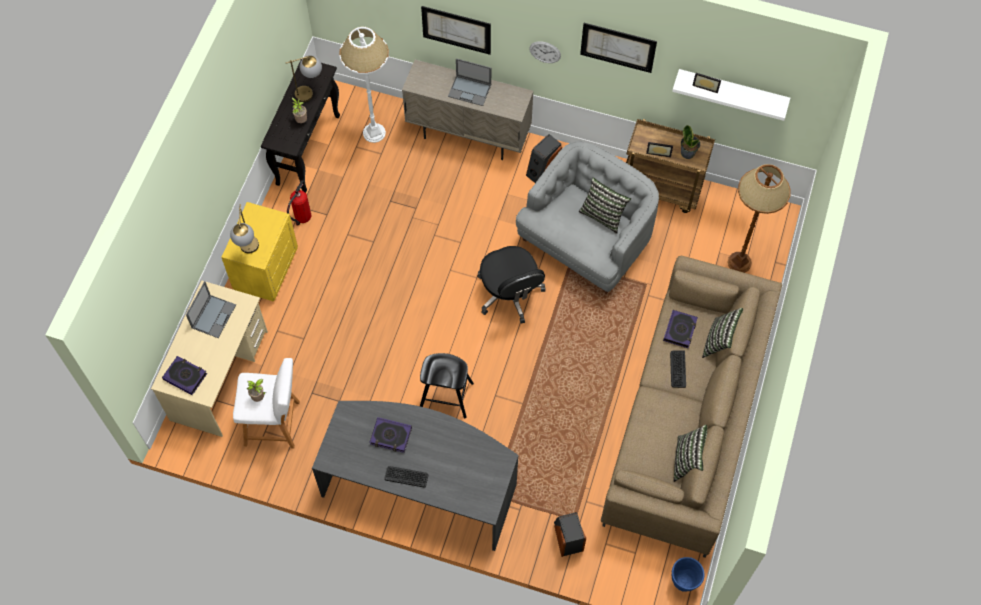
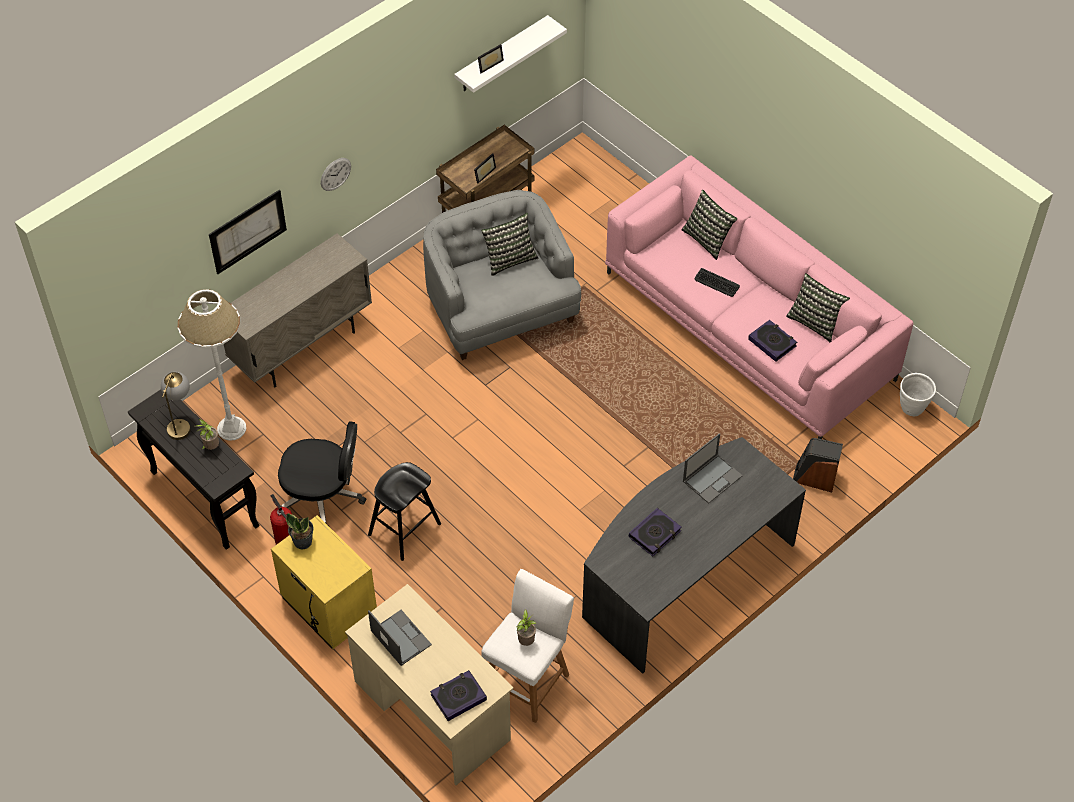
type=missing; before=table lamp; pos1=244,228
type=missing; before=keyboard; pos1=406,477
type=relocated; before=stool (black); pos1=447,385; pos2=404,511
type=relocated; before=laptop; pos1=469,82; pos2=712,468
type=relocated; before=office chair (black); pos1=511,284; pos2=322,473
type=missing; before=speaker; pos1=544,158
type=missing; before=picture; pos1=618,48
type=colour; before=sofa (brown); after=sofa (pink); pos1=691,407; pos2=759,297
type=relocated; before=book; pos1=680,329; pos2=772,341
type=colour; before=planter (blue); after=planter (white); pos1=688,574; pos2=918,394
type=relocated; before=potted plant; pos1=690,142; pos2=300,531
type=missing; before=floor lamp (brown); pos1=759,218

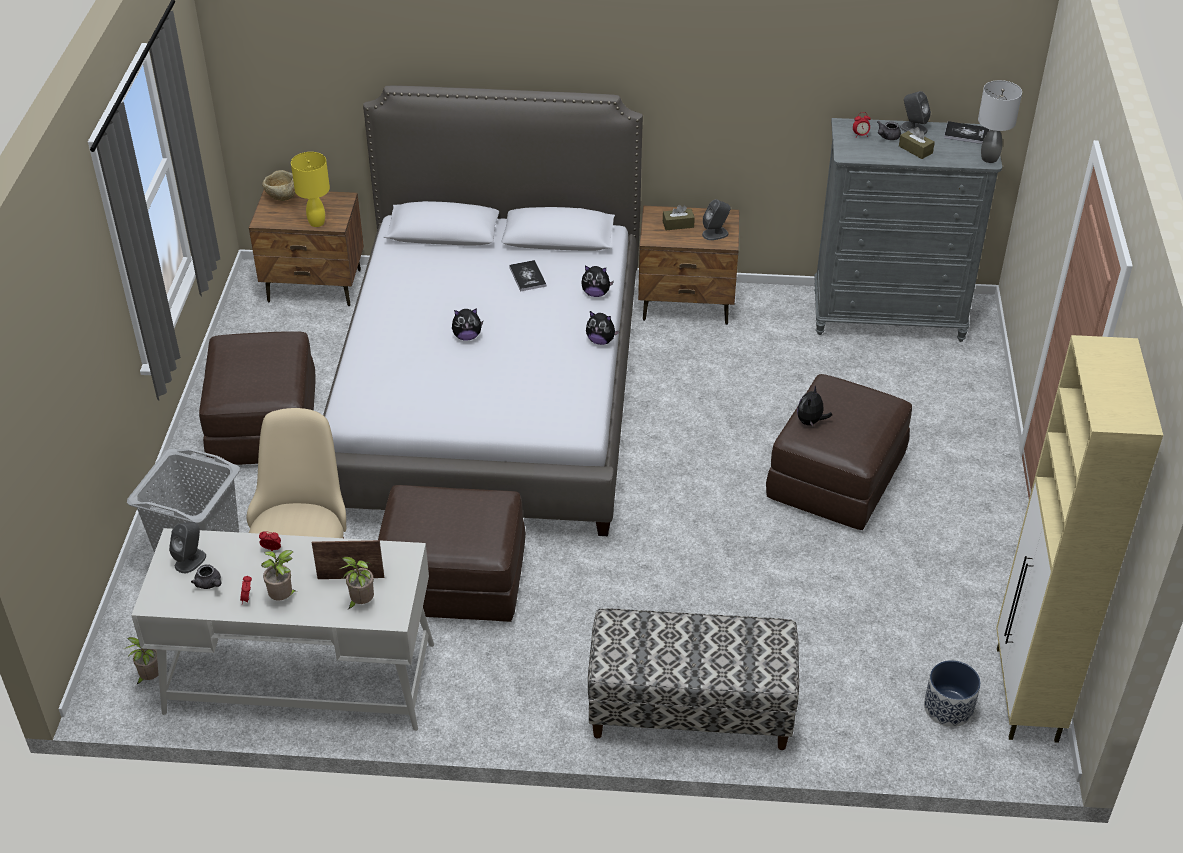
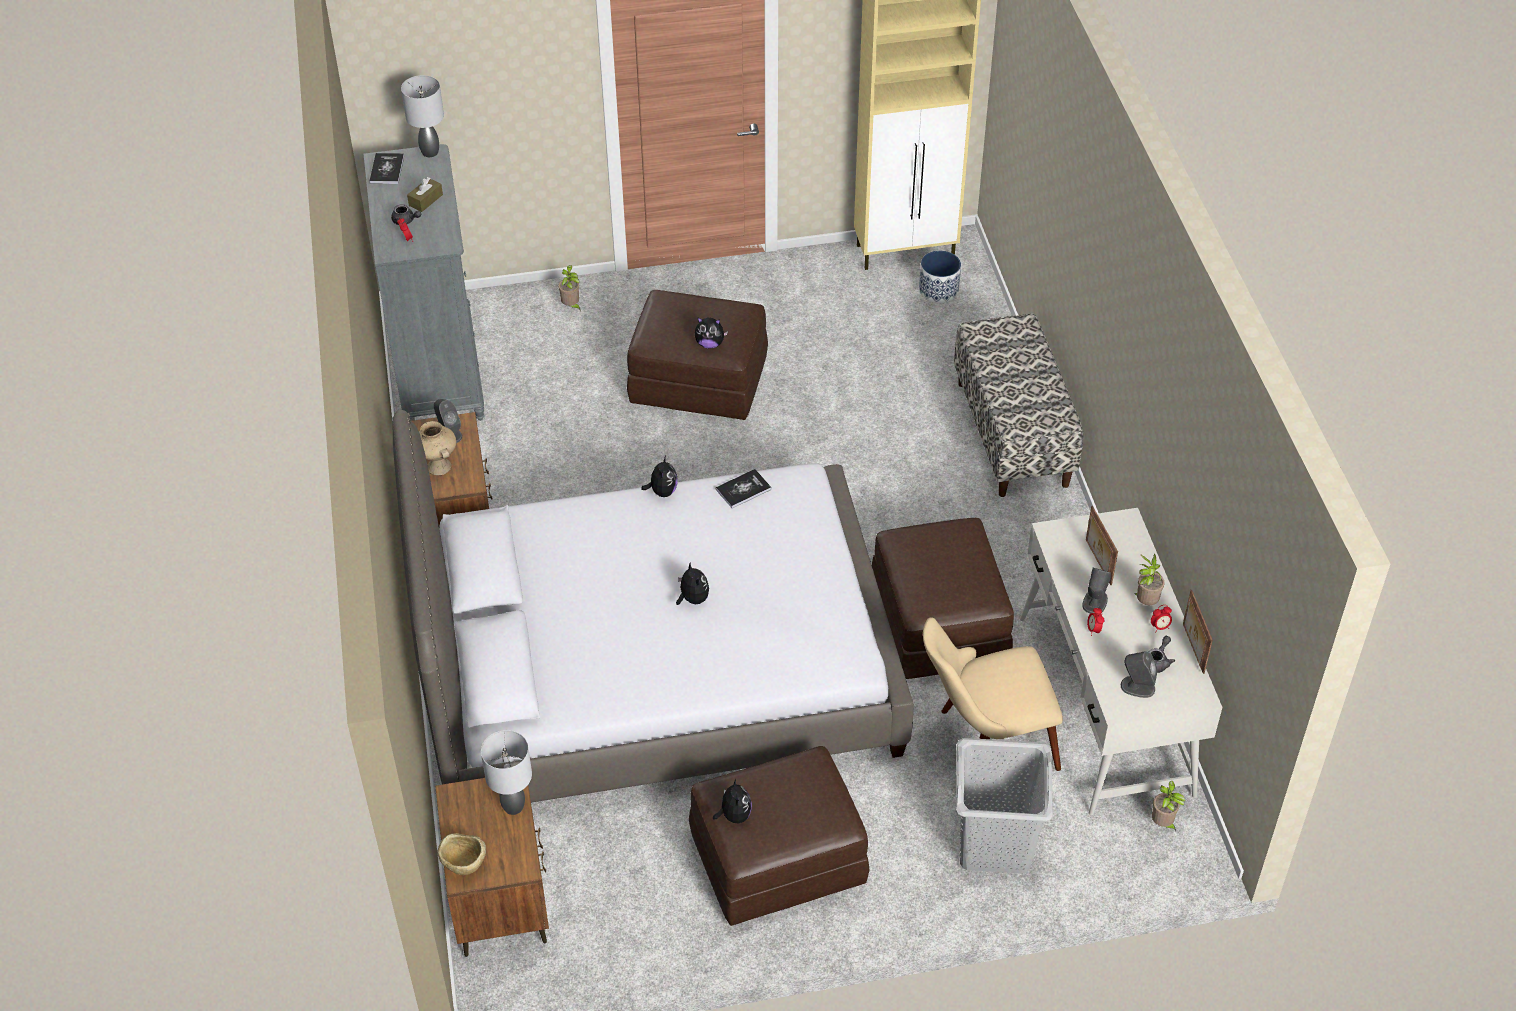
type=colour; before=table lamp (yellow); after=table lamp (grey); pos1=310,189; pos2=506,772
type=relocated; before=potted plant; pos1=357,583; pos2=569,287
type=relocated; before=book; pos1=528,276; pos2=743,488
type=relocated; before=plush toy; pos1=597,281; pos2=732,801
type=exchanged; before=tissue box (brown); after=vase (beige); pos1=679,217; pos2=437,448
type=relocated; before=speaker (grey); pos1=915,113; pos2=1096,591
type=appeared; after=picture frame; pos2=1198,632

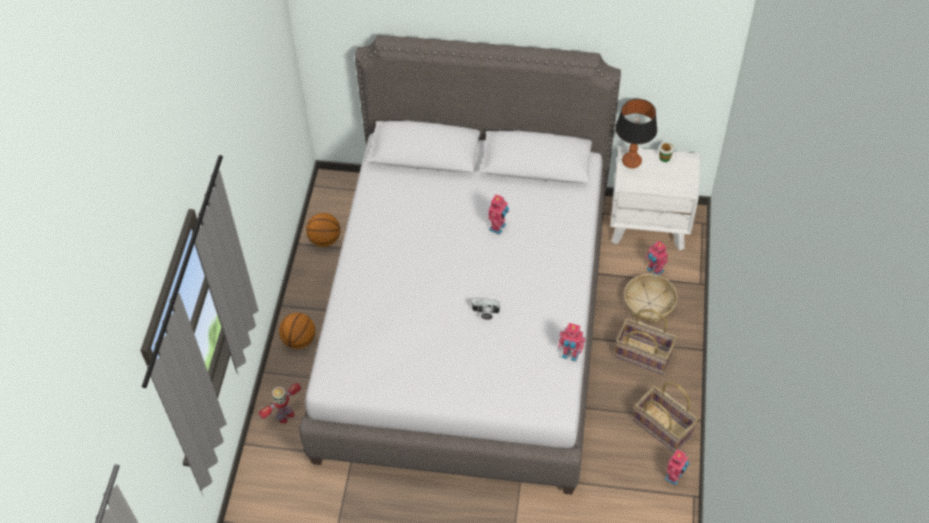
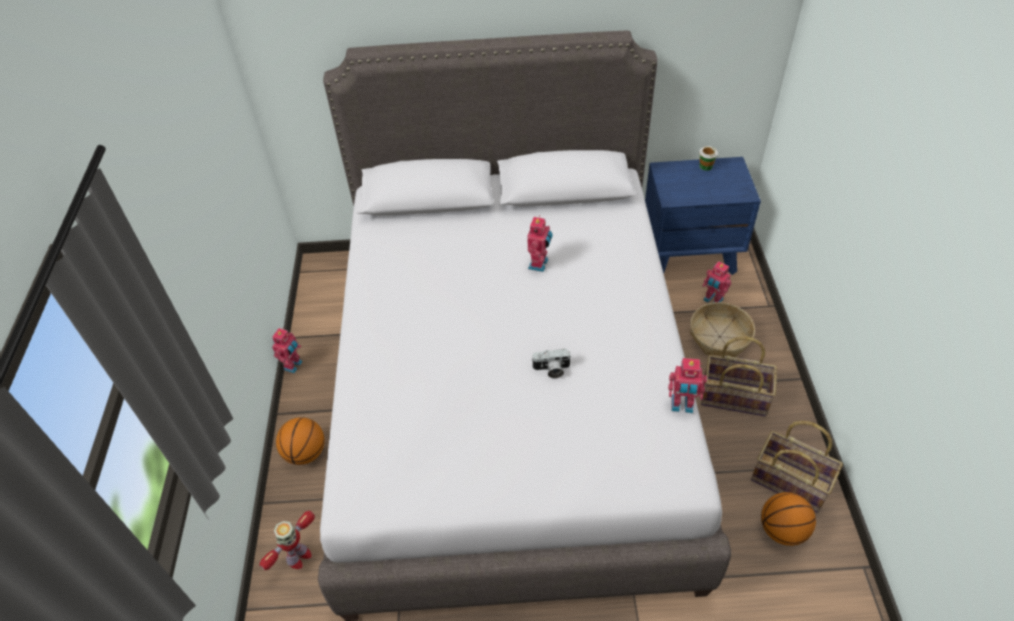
type=relocated; before=basketball; pos1=323,230; pos2=788,519
type=colour; before=nightstand (white); after=nightstand (blue); pos1=655,198; pos2=703,216
type=missing; before=table lamp; pos1=636,133
type=relocated; before=toy robot; pos1=676,467; pos2=287,350

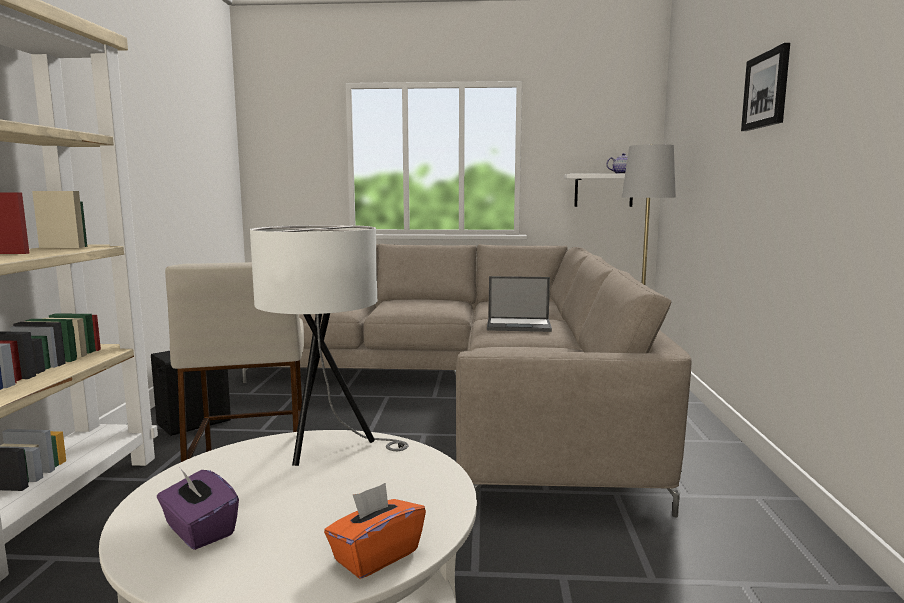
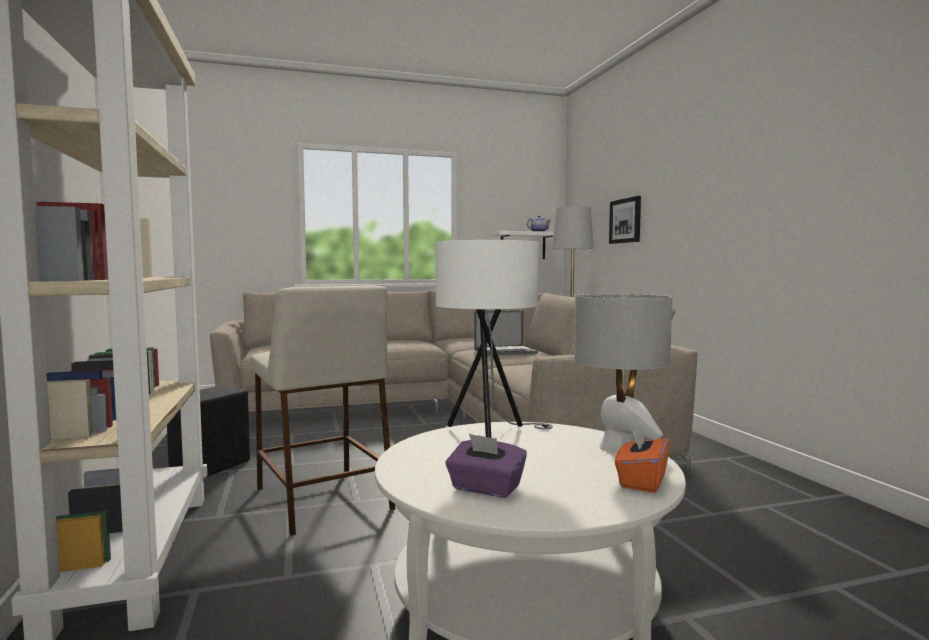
type=relocated; before=picture; pos1=765,87; pos2=625,220
type=appeared; after=table lamp (grey); pos2=623,373

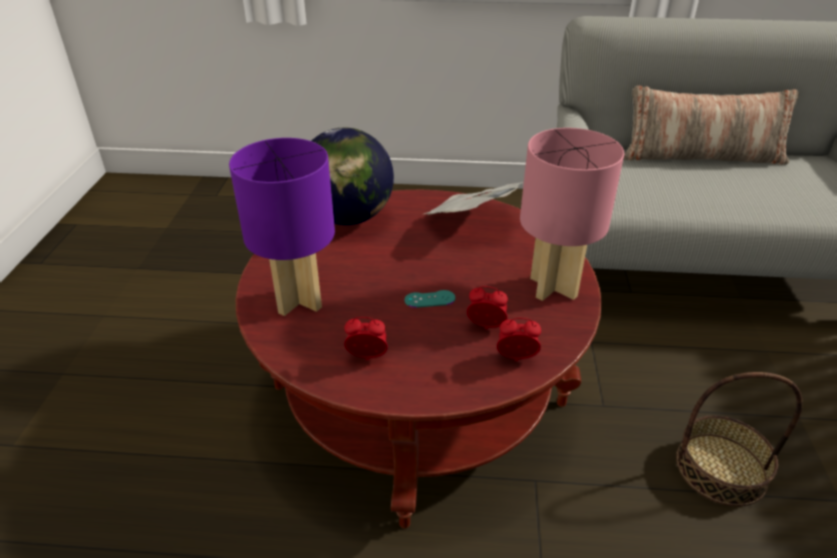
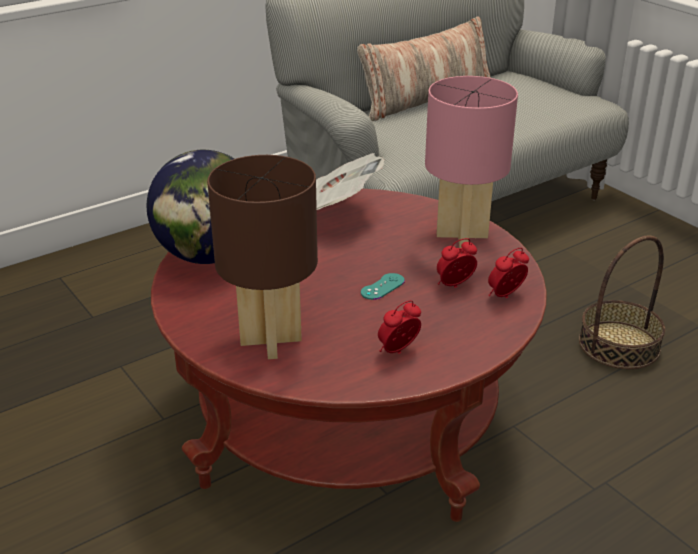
type=colour; before=table lamp (purple); after=table lamp (brown); pos1=282,227; pos2=262,257

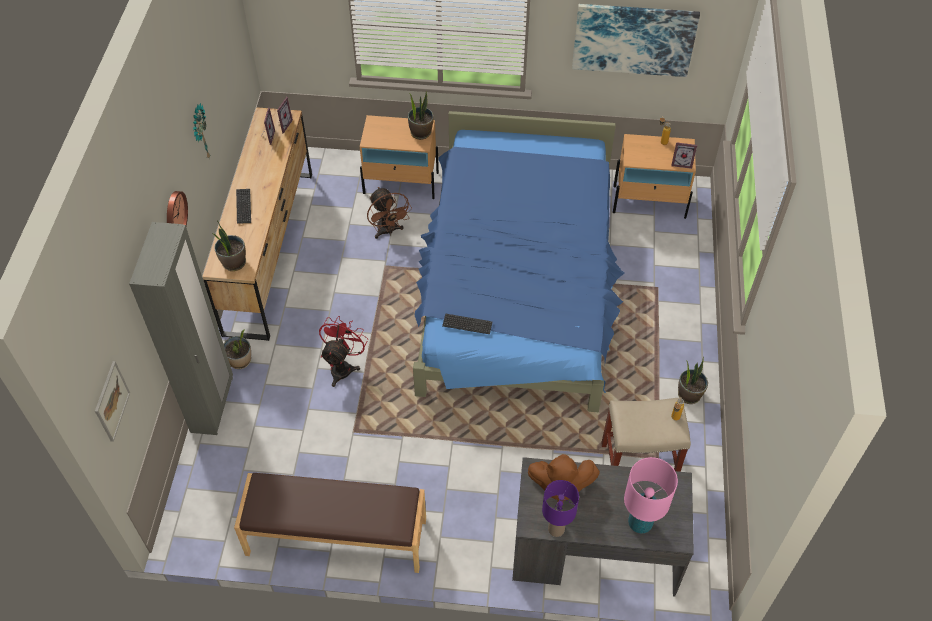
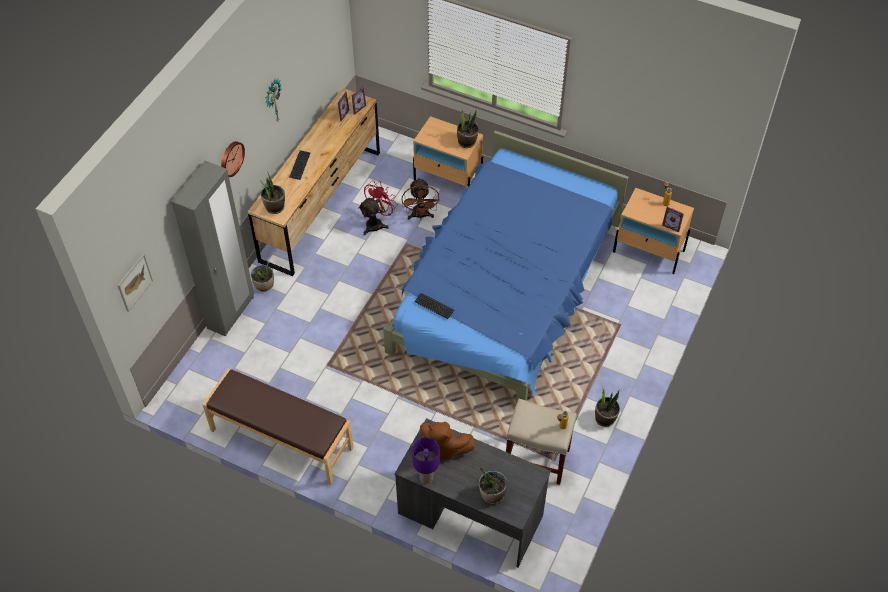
type=relocated; before=fan (red); pos1=343,351; pos2=378,208
type=missing; before=picture; pos1=636,40
type=exchanged; before=table lamp (pink); after=potted plant; pos1=651,495; pos2=493,485

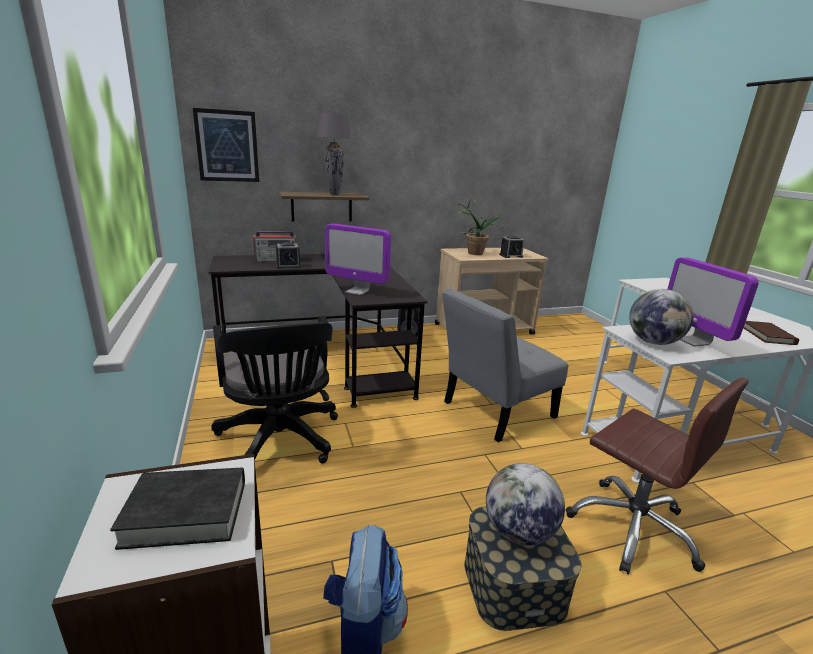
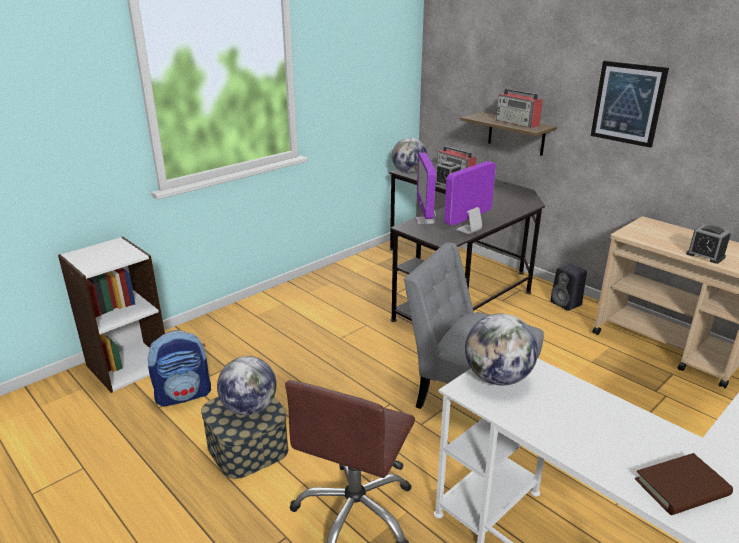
type=missing; before=book (black); pos1=177,509
type=relocated; before=picture; pos1=226,145; pos2=630,104
type=missing; before=office chair (black); pos1=274,390
type=exchanged; before=table lamp (grey); after=radio; pos1=334,154; pos2=519,108
type=missing; before=potted plant; pos1=480,227
type=relocated; before=monitor; pos1=713,302; pos2=470,197
type=appeared; after=globe; pos2=409,156

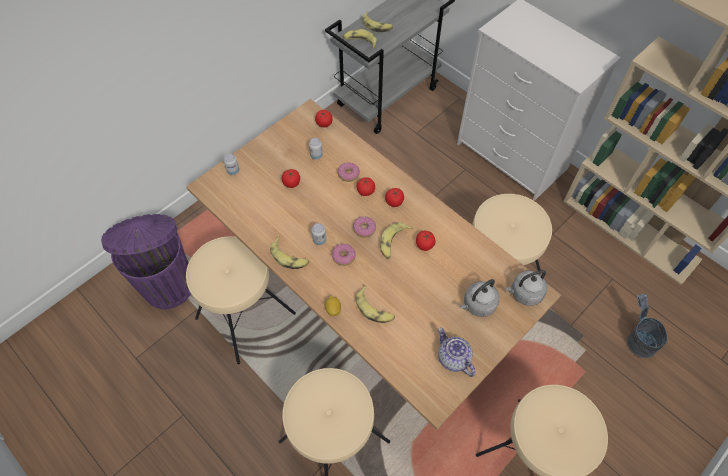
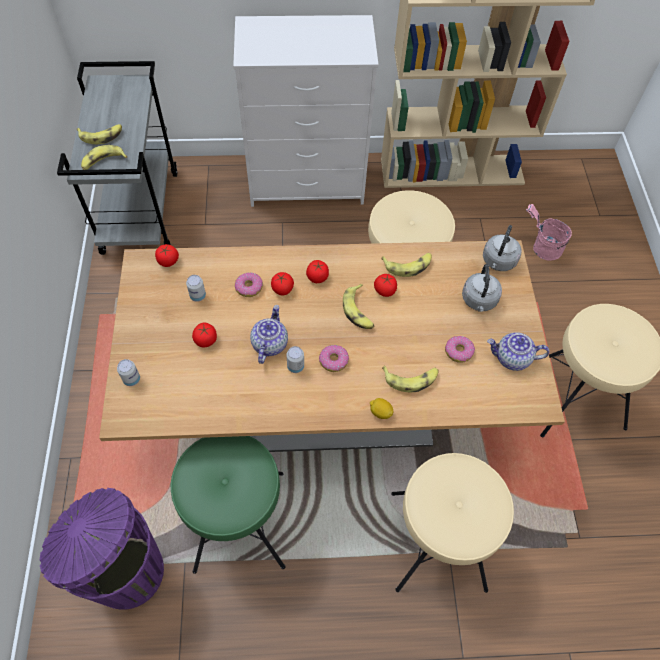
type=colour; before=stool (beige); after=stool (green); pos1=241,300; pos2=227,505
type=relocated; before=banana; pos1=289,252; pos2=406,265
type=relocated; before=donut; pos1=364,227; pos2=460,349
type=colour; before=bucket (grey); after=bucket (pink); pos1=647,326; pos2=549,232
type=appeared; after=teapot; pos2=269,334

